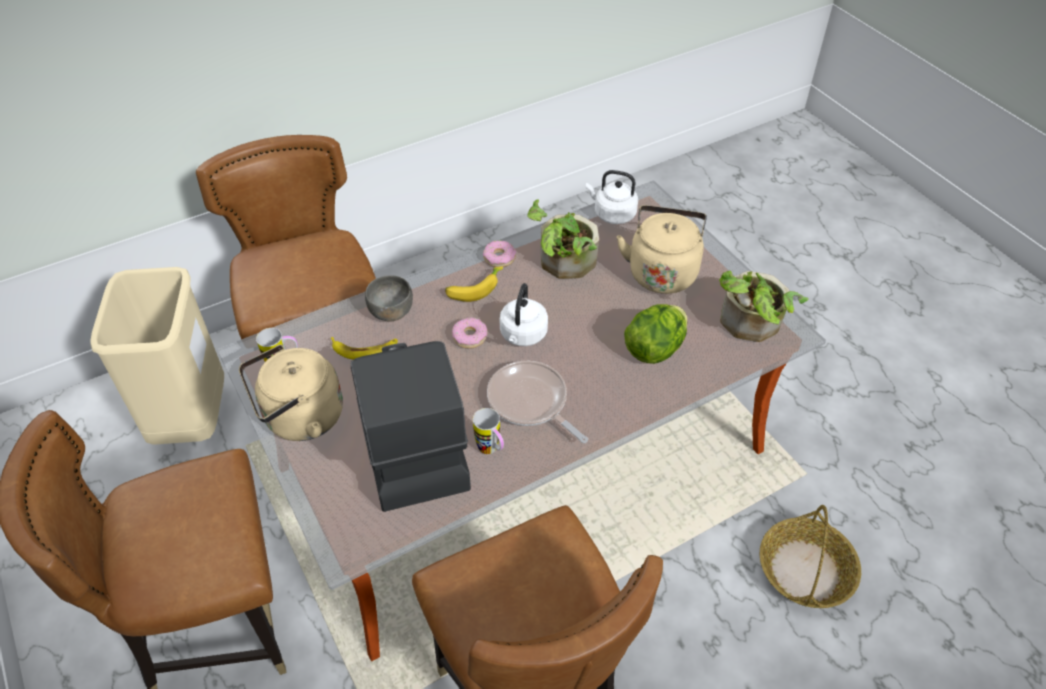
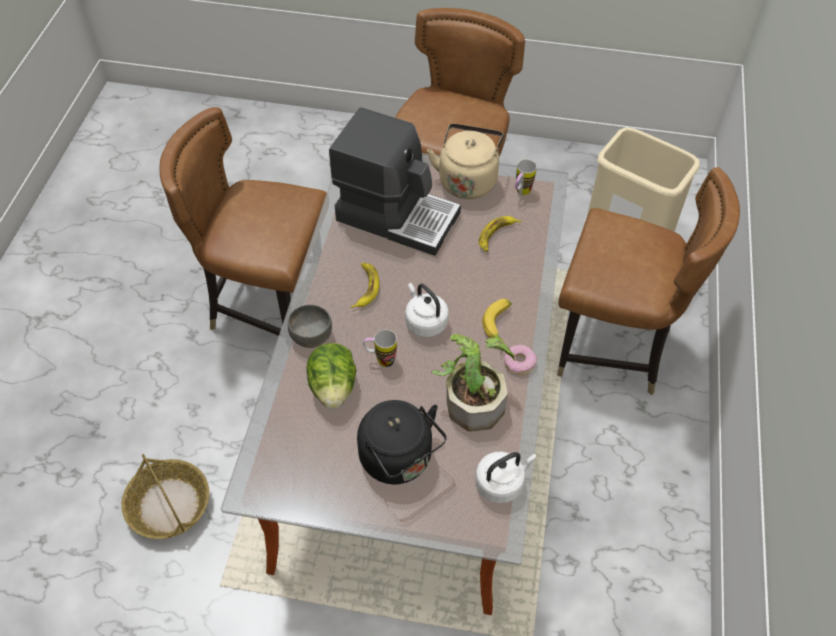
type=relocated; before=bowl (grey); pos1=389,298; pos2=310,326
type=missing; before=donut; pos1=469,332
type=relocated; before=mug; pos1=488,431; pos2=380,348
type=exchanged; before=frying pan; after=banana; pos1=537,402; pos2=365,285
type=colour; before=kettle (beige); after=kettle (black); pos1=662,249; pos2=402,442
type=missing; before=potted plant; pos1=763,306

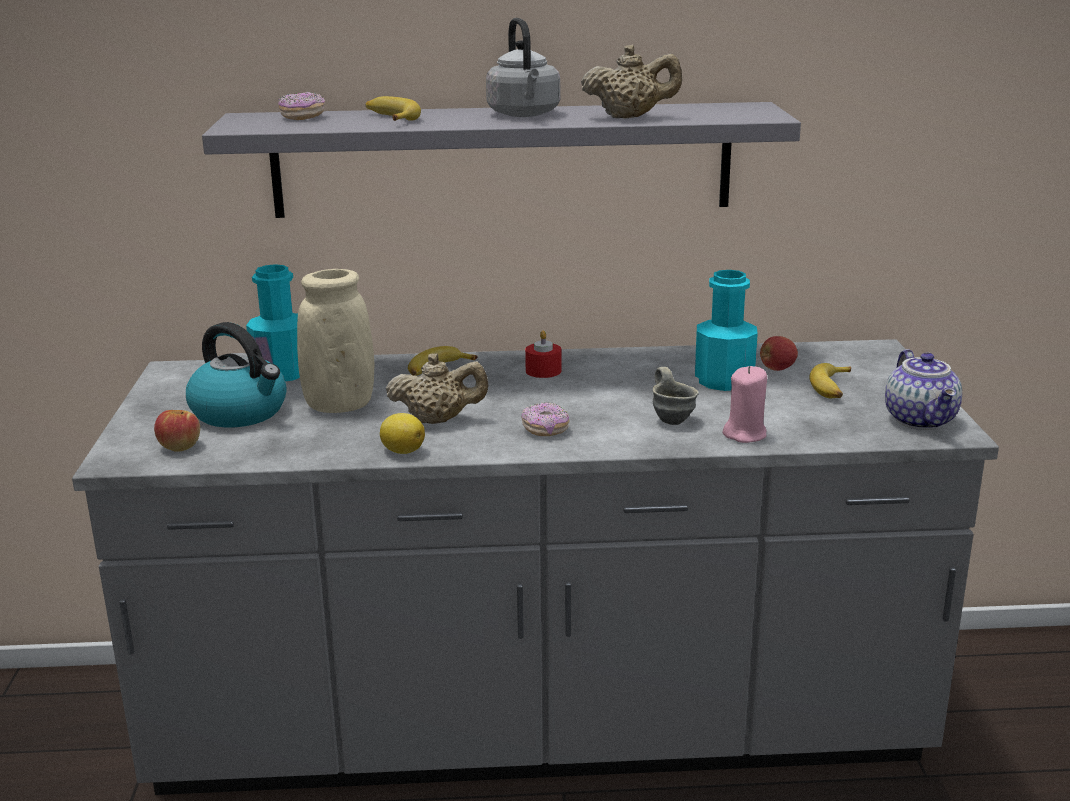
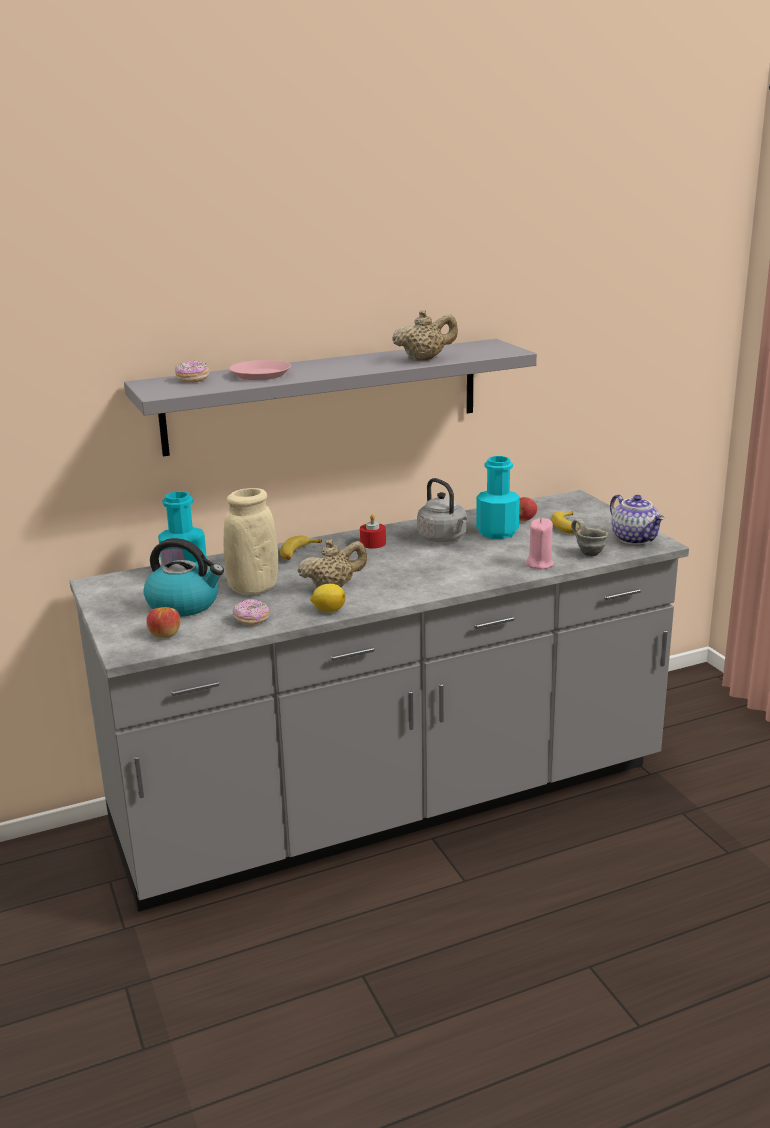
type=exchanged; before=banana; after=plate (pink); pos1=393,108; pos2=260,370
type=relocated; before=kettle (grey); pos1=523,67; pos2=442,510
type=relocated; before=donut; pos1=545,419; pos2=251,612
type=relocated; before=mug (grey); pos1=676,396; pos2=589,537

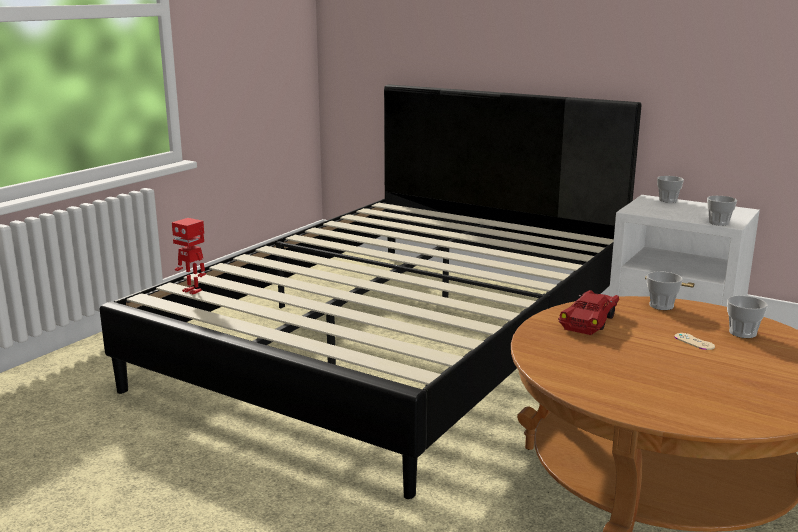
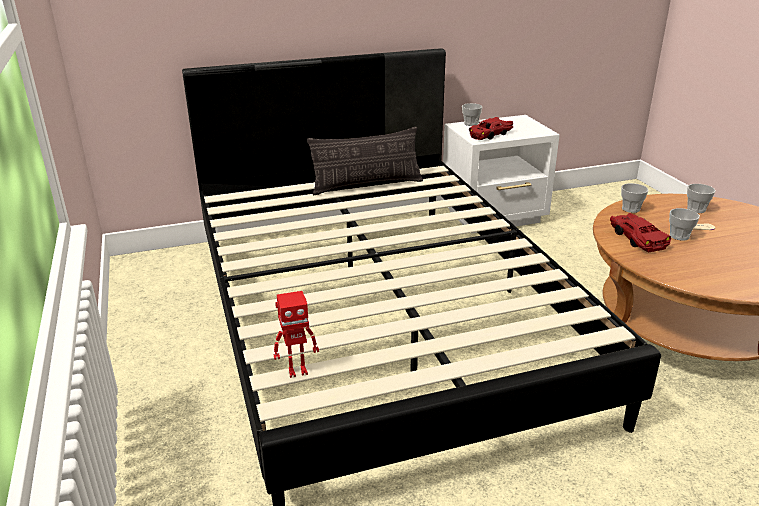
type=relocated; before=cup; pos1=722,211; pos2=684,224
type=appeared; after=pillow; pos2=365,161
type=appeared; after=toy car (red); pos2=491,128

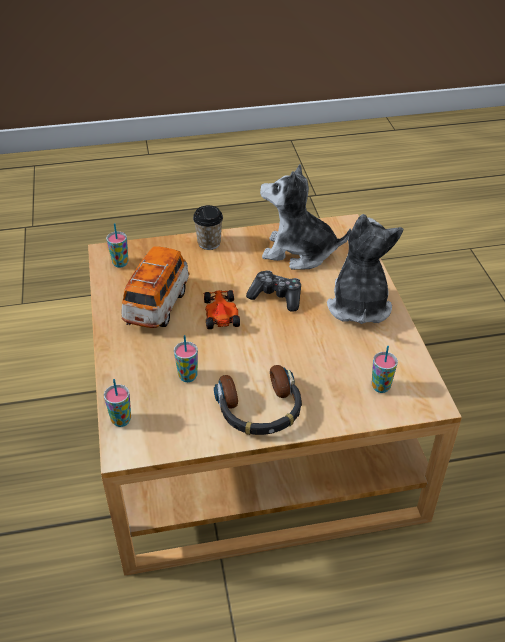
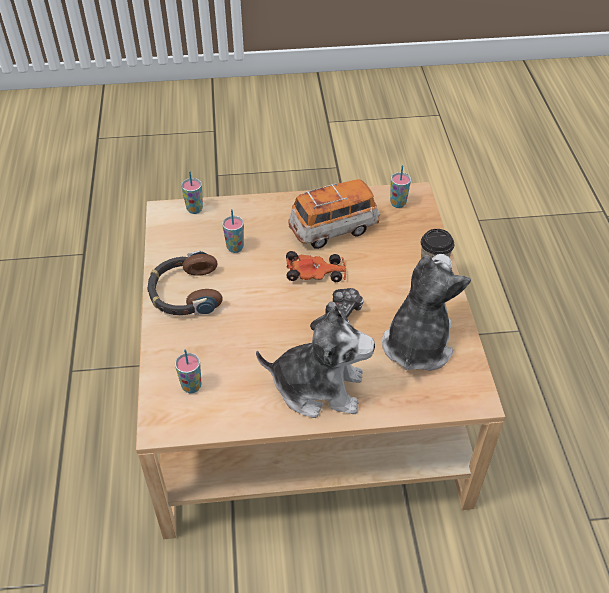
type=spun; before=toy car; pos1=156,287; pos2=334,214; turn=-45

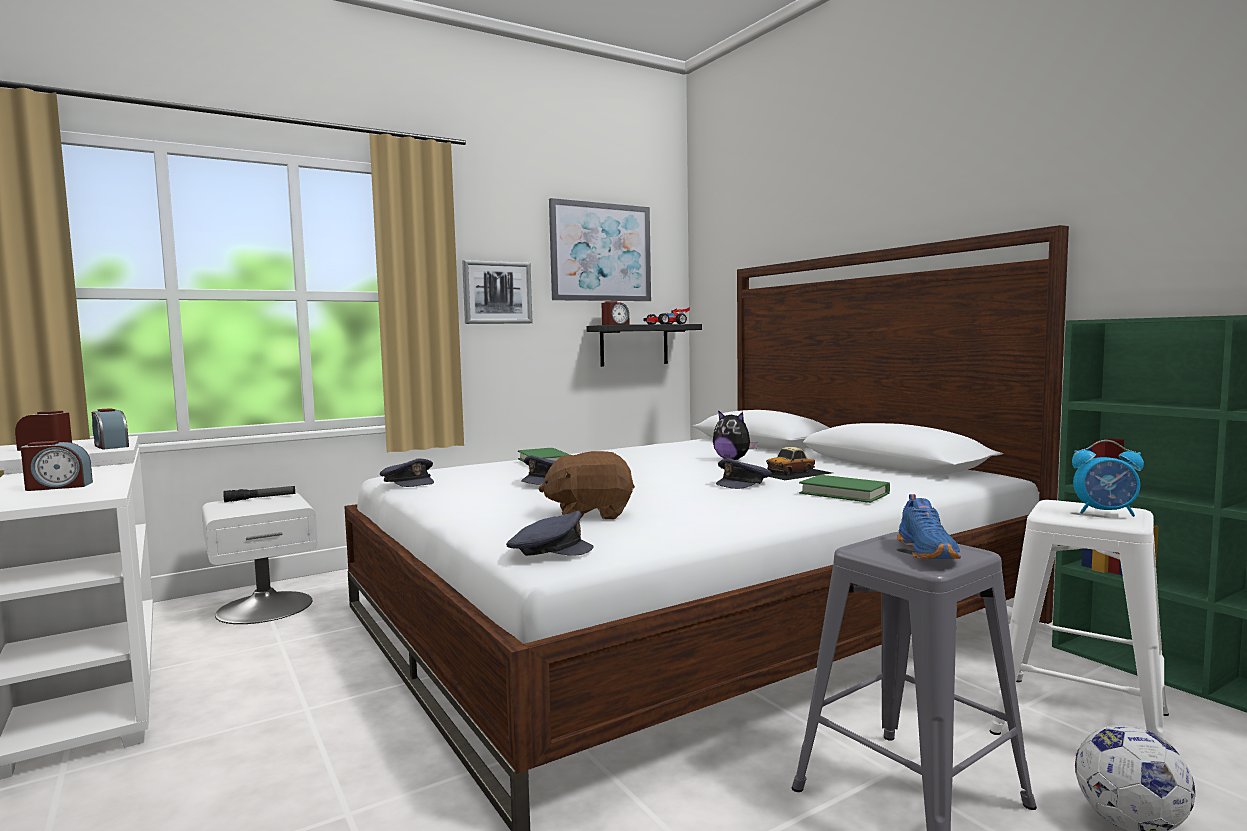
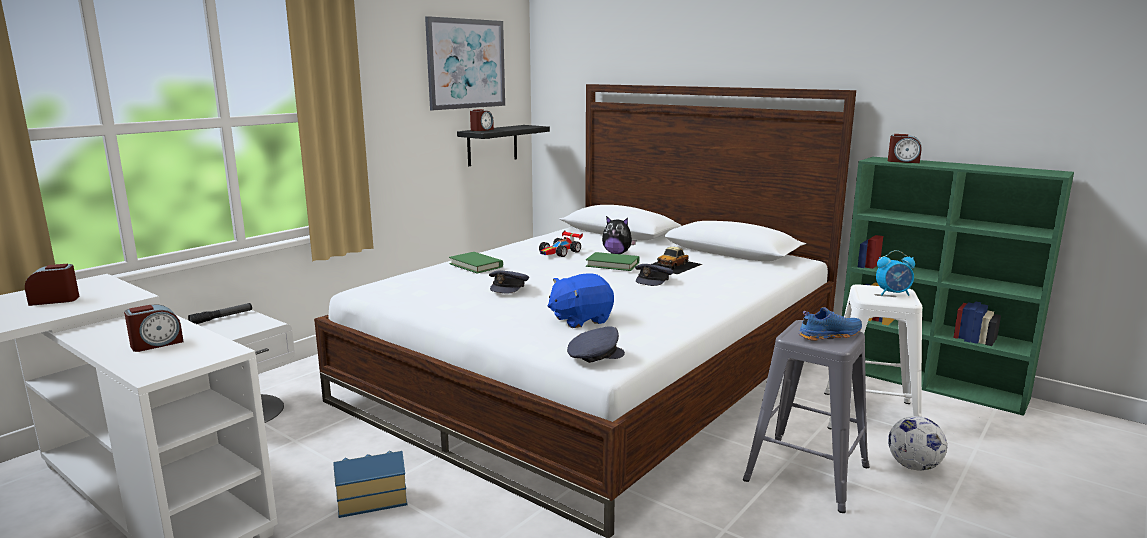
type=relocated; before=alarm clock; pos1=110,429; pos2=905,148
type=missing; before=cap (grey); pos1=407,473
type=missing; before=picture; pos1=497,292
type=colour; before=plush toy (brown); after=plush toy (blue); pos1=587,485; pos2=581,301
type=relocated; before=toy car; pos1=666,315; pos2=561,243
type=relocated; before=book (green); pos1=844,489; pos2=612,261
type=spun; before=shoe (blue); pos1=929,526; pos2=830,324; turn=-90
type=appeared; after=toy house; pos2=370,484

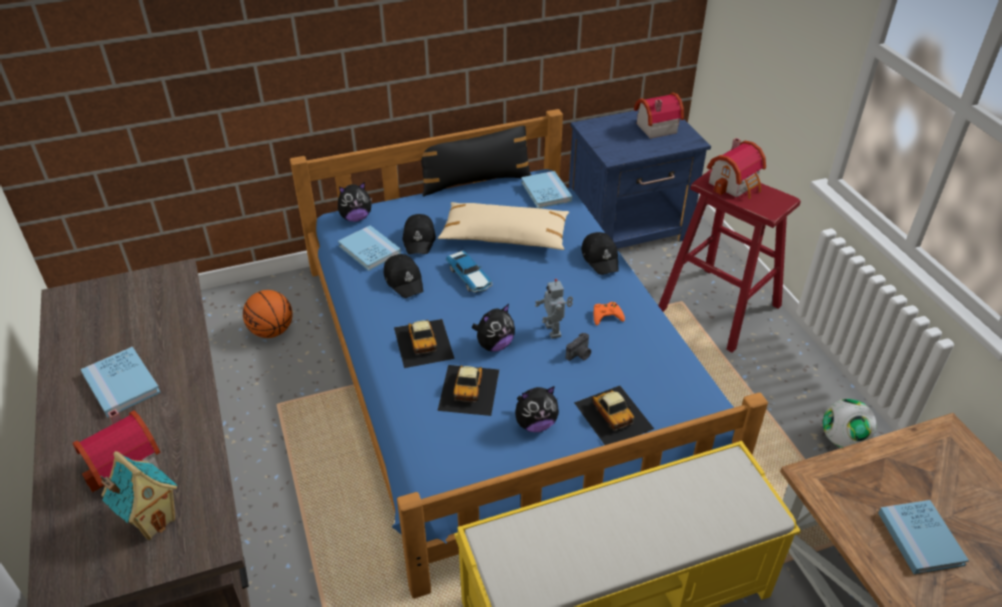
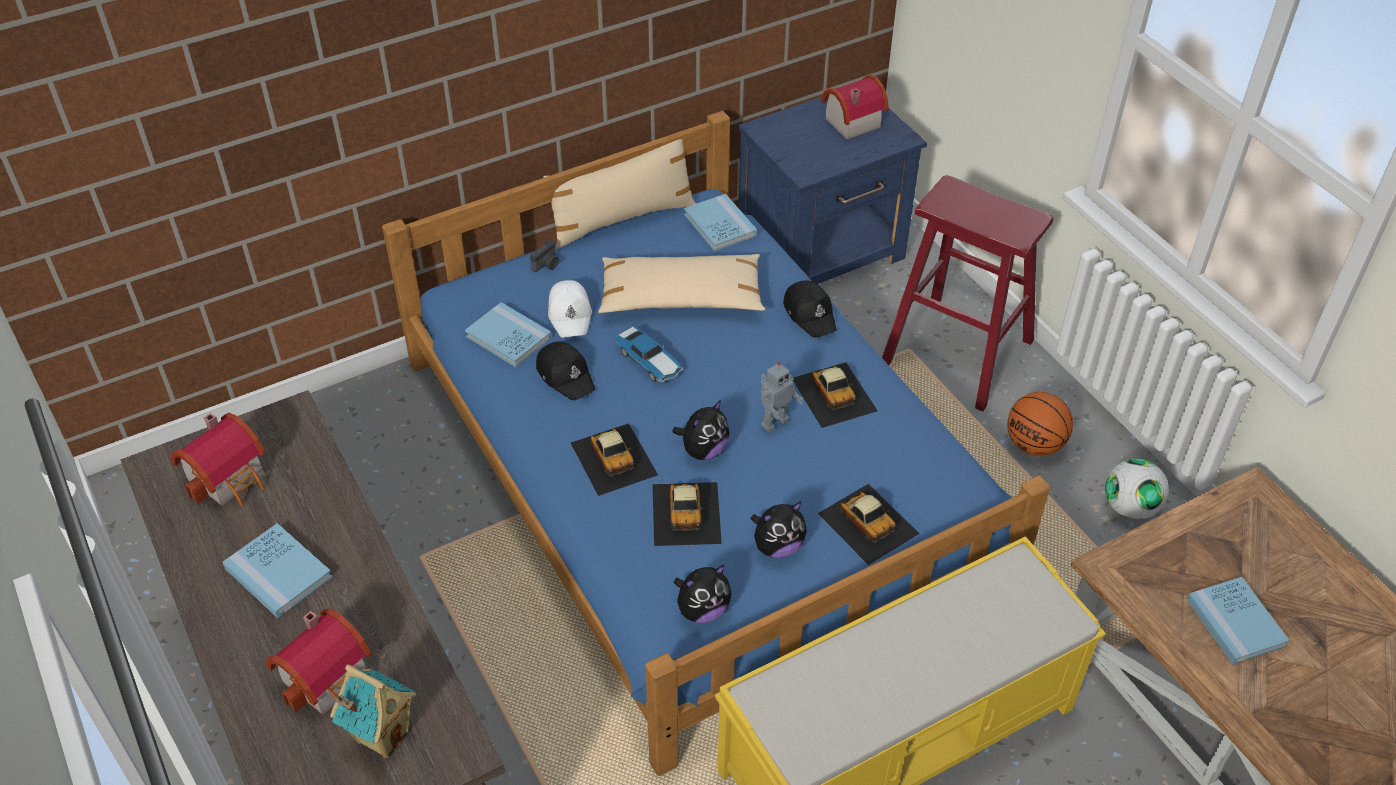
type=relocated; before=basketball; pos1=268,314; pos2=1040,424
type=relocated; before=plush toy; pos1=355,202; pos2=703,594
type=colour; before=cap (black); after=cap (white); pos1=419,234; pos2=570,309
type=colour; before=pillow (black); after=pillow (beige); pos1=474,161; pos2=619,194
type=spun; before=toy robot; pos1=554,309; pos2=782,397; turn=-105
type=relocated; before=photo camera; pos1=578,347; pos2=544,256
type=exchanged; before=game controller (orange); after=toy car; pos1=609,313; pos2=835,395
type=relocated; before=toy house; pos1=736,168; pos2=218,459

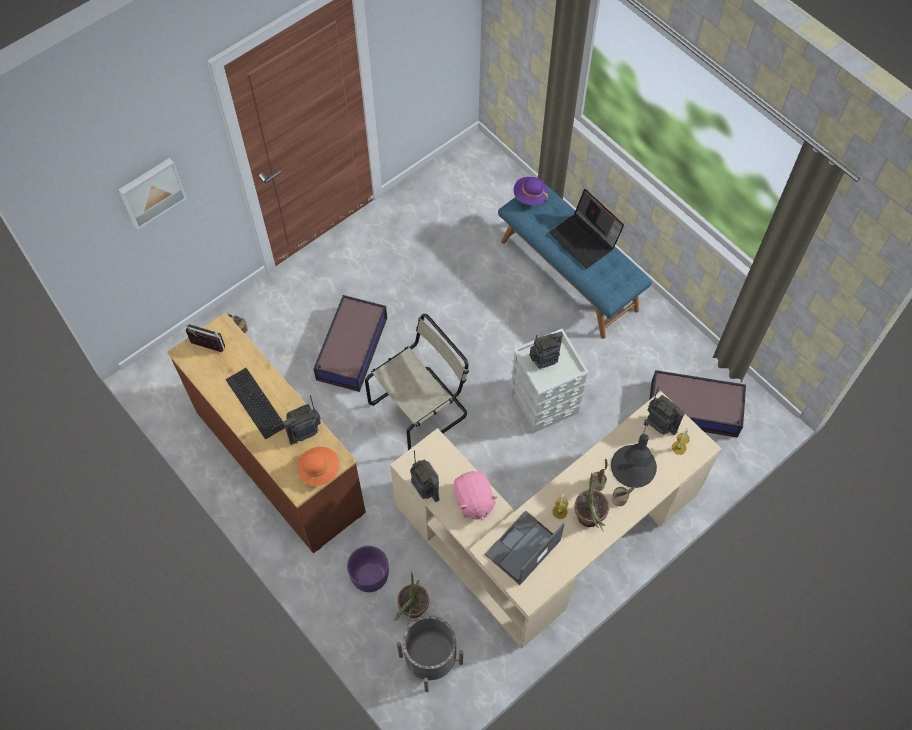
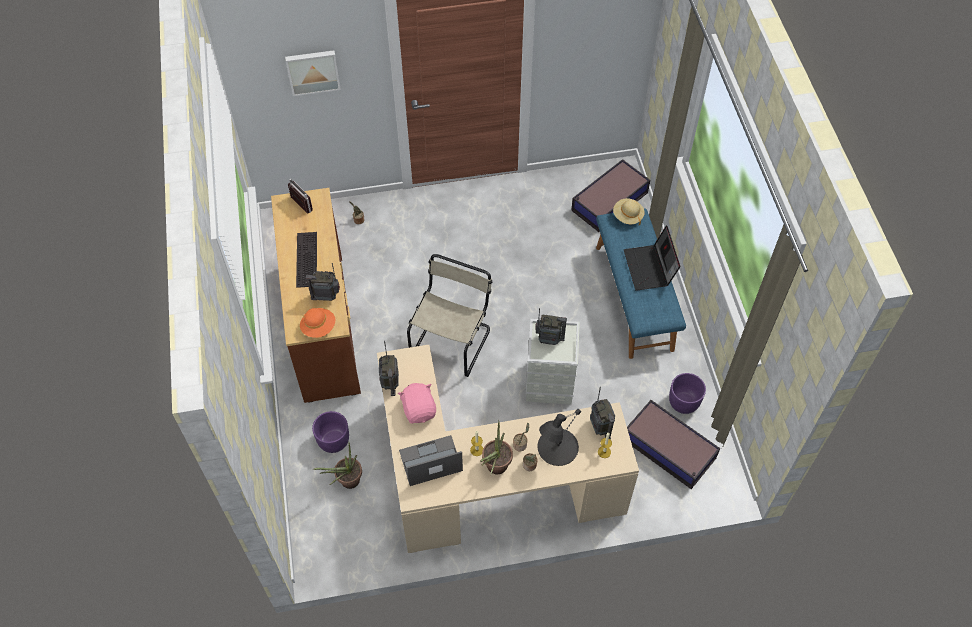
type=relocated; before=storage box; pos1=350,343; pos2=610,195
type=spun; before=chair (beige); pos1=417,382; pos2=449,315; turn=-60
type=missing; before=planter (grey); pos1=430,653
type=spun; before=plush toy (pink); pos1=475,495; pos2=417,403; turn=150
type=colour; before=hat (purple); after=hat (beige); pos1=531,191; pos2=629,211
type=appeared; after=planter (purple); pos2=687,393

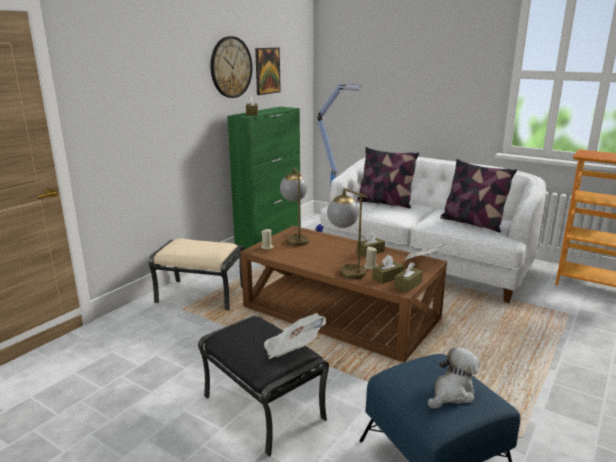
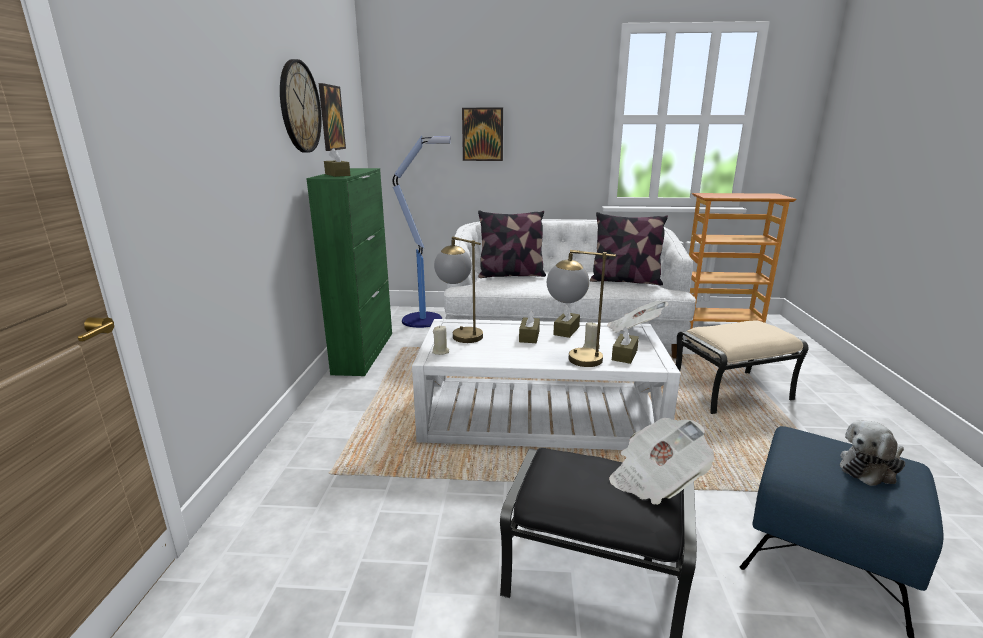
type=relocated; before=ottoman (beige); pos1=196,274; pos2=742,367
type=colour; before=coffee table (brown); after=coffee table (white); pos1=344,294; pos2=546,384
type=relocated; before=tissue box (brown); pos1=408,277; pos2=529,326
type=spun; before=plush toy; pos1=454,378; pos2=872,453; turn=-135
type=appeared; after=picture; pos2=482,134

